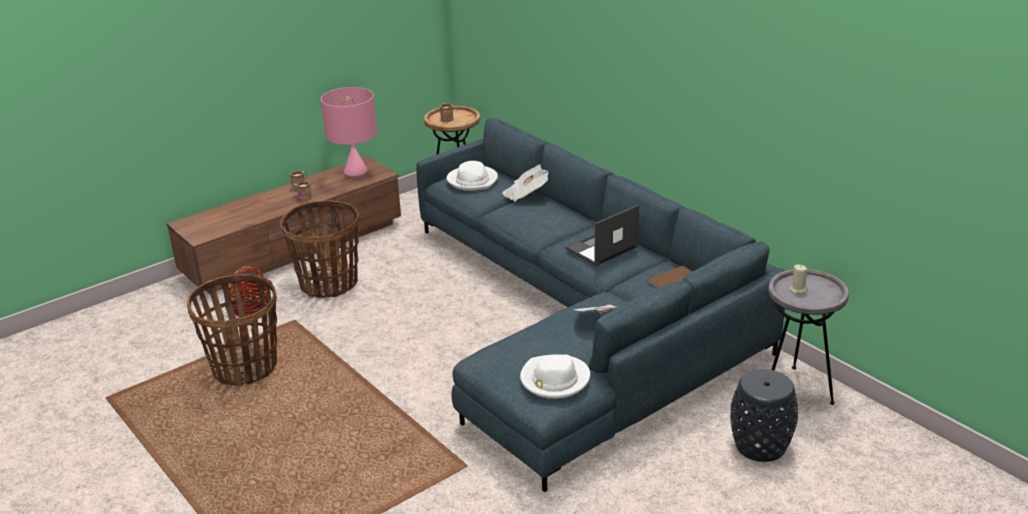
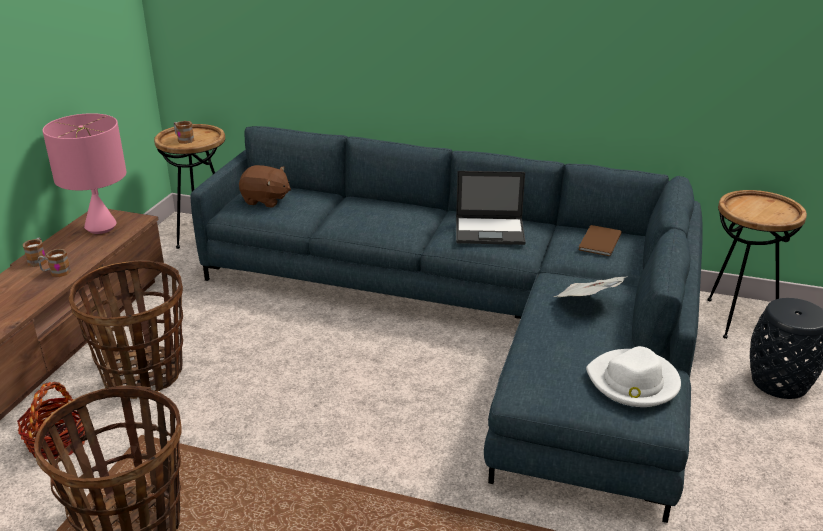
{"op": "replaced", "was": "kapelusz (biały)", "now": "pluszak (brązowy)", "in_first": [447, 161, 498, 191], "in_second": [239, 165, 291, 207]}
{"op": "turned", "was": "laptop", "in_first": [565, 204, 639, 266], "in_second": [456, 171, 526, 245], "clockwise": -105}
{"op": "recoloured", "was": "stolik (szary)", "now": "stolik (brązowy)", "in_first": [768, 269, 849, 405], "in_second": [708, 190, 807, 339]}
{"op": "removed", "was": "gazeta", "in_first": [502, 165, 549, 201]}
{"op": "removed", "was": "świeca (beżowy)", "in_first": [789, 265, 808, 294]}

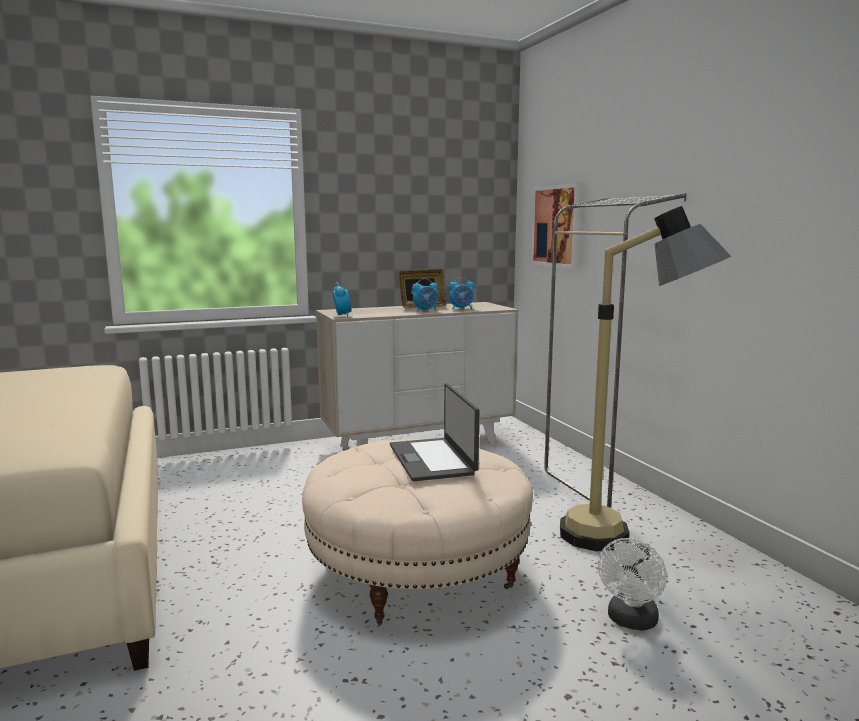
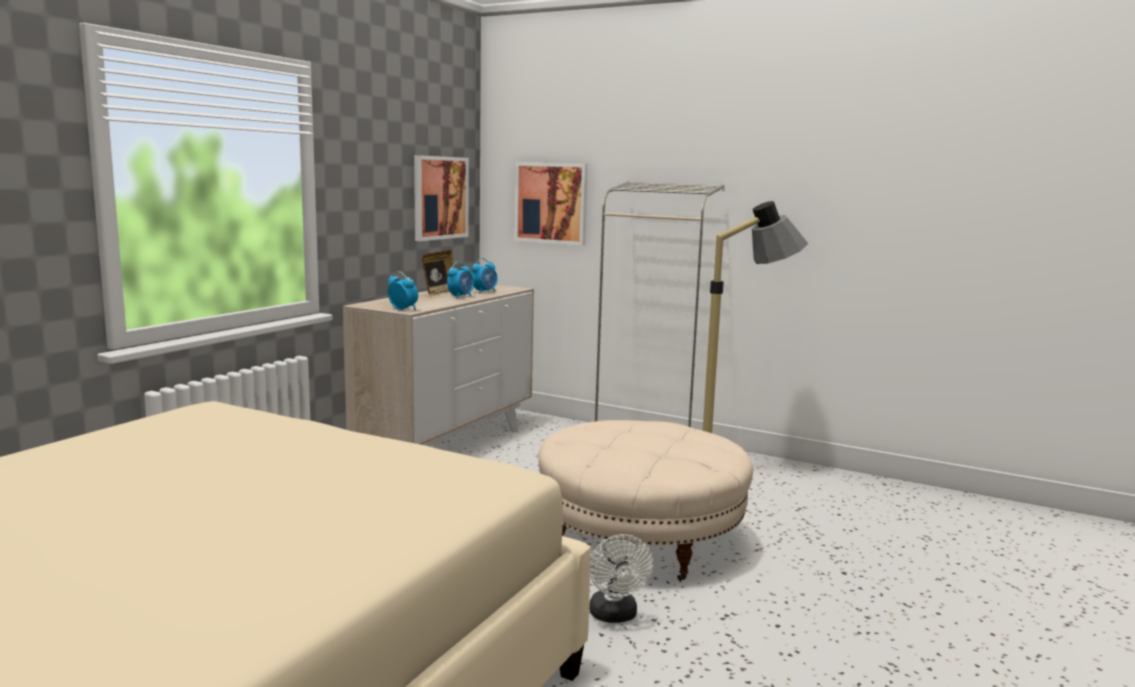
{"op": "added", "now": "obraz", "in_second": [414, 155, 469, 241]}
{"op": "moved", "was": "wentylator (biały)", "in_first": [598, 538, 667, 631], "in_second": [589, 534, 653, 623]}
{"op": "removed", "was": "laptop", "in_first": [390, 384, 479, 481]}

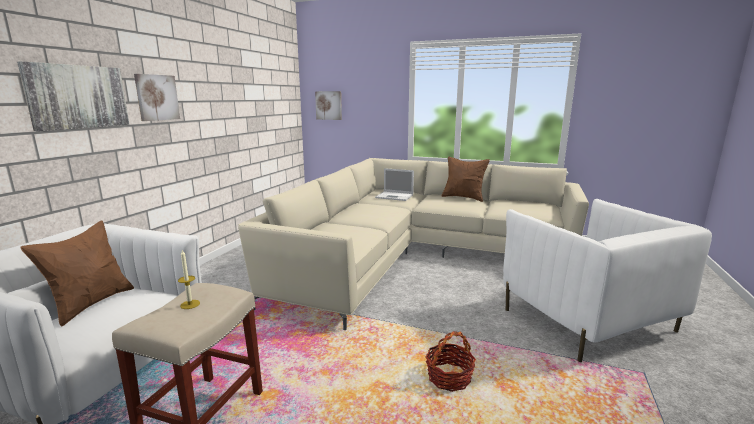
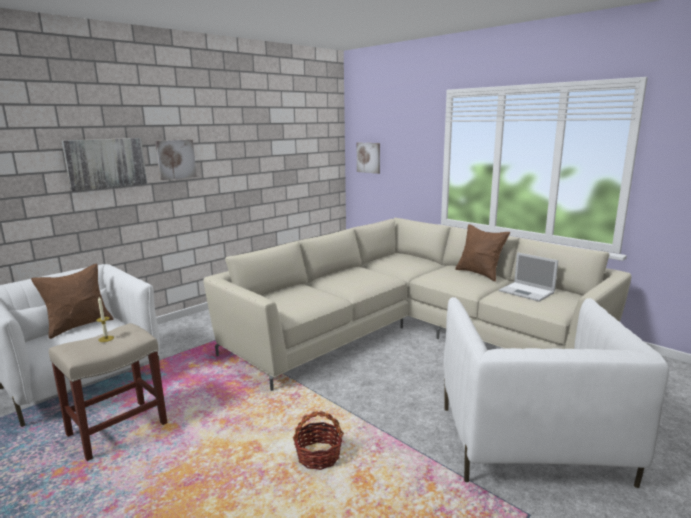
{"op": "moved", "was": "laptop", "in_first": [375, 168, 414, 201], "in_second": [499, 252, 558, 302]}

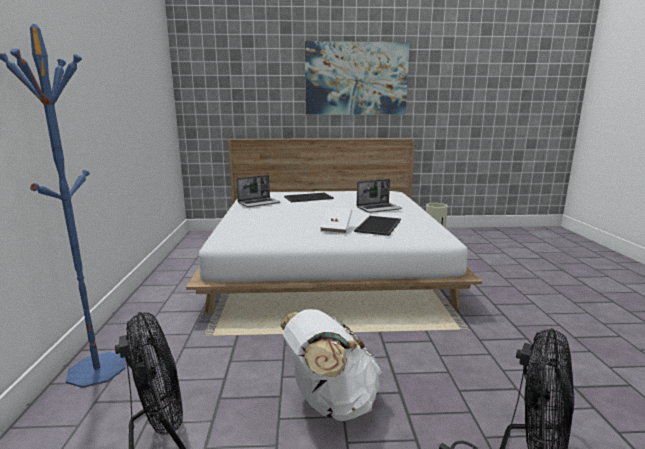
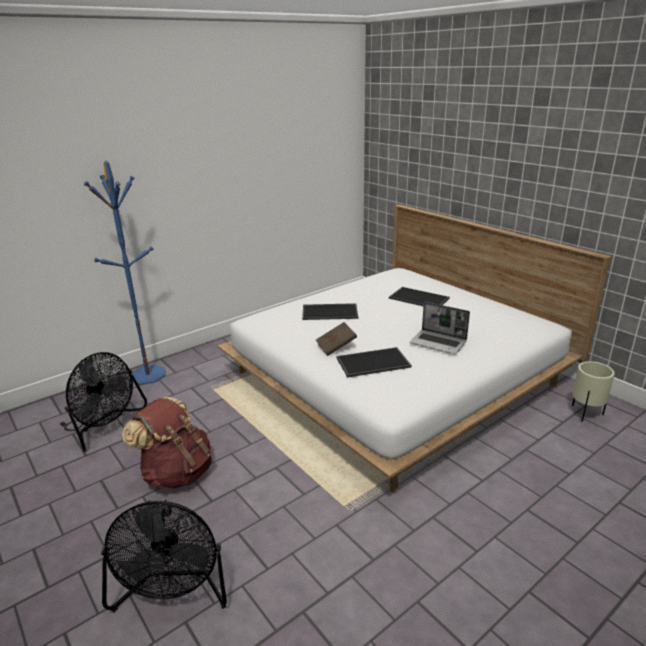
{"op": "recoloured", "was": "plecak (biały)", "now": "plecak (brązowy)", "in_first": [280, 309, 382, 421], "in_second": [122, 397, 212, 489]}
{"op": "added", "now": "taca", "in_second": [302, 303, 358, 320]}
{"op": "recoloured", "was": "książka (biały)", "now": "książka (brązowy)", "in_first": [320, 207, 352, 234], "in_second": [316, 322, 357, 356]}
{"op": "removed", "was": "laptop", "in_first": [236, 175, 281, 207]}
{"op": "removed", "was": "obraz", "in_first": [305, 41, 410, 115]}

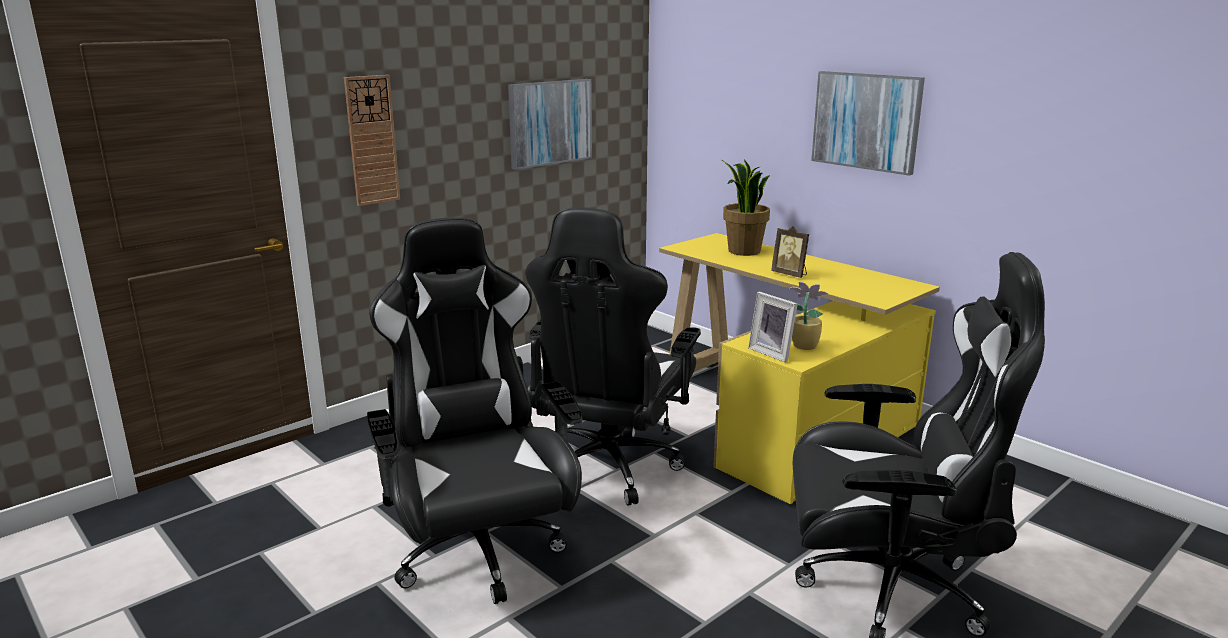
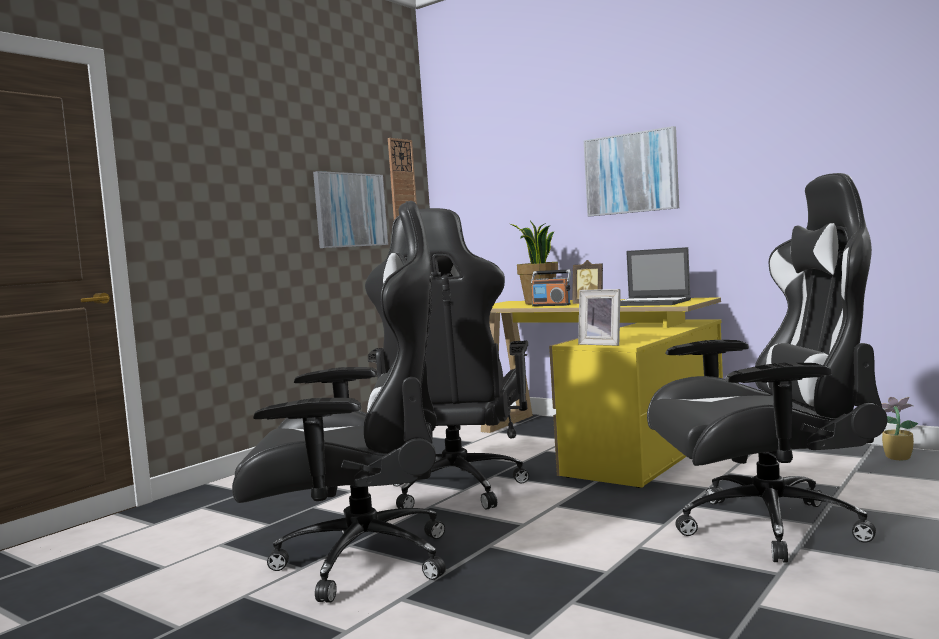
{"op": "turned", "was": "krzesło biurowe (czarny)", "in_first": [367, 217, 583, 604], "in_second": [232, 201, 446, 602], "clockwise": 120}
{"op": "moved", "was": "zegar ścienny", "in_first": [344, 75, 400, 206], "in_second": [388, 138, 417, 220]}
{"op": "added", "now": "radio", "in_second": [531, 270, 571, 306]}
{"op": "added", "now": "laptop", "in_second": [620, 247, 691, 306]}
{"op": "moved", "was": "roślina doniczkowa", "in_first": [789, 282, 828, 350], "in_second": [881, 397, 918, 460]}

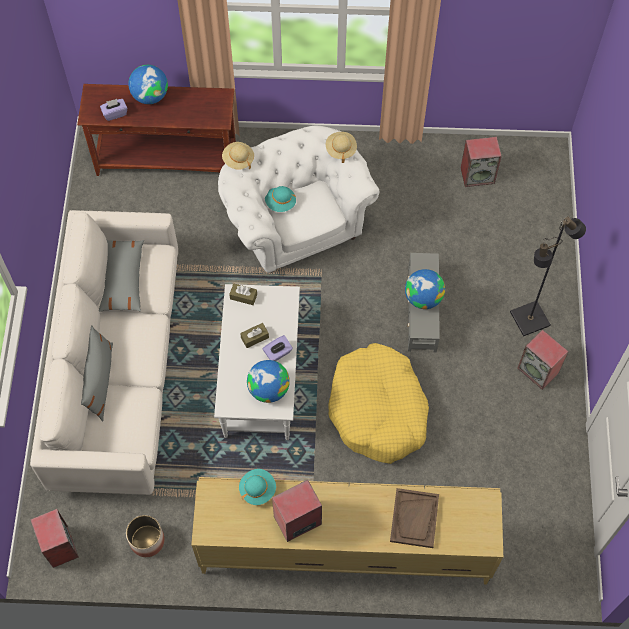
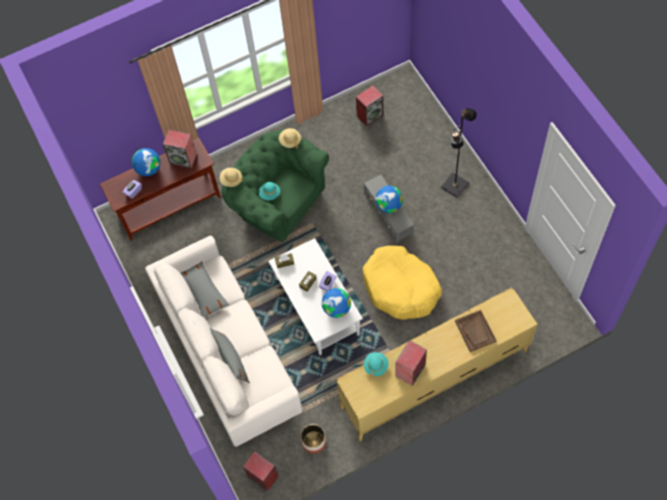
{"op": "moved", "was": "głośnik", "in_first": [517, 330, 569, 390], "in_second": [163, 130, 197, 169]}
{"op": "recoloured", "was": "fotel (biały)", "now": "fotel (zielony)", "in_first": [218, 126, 379, 273], "in_second": [221, 130, 329, 242]}

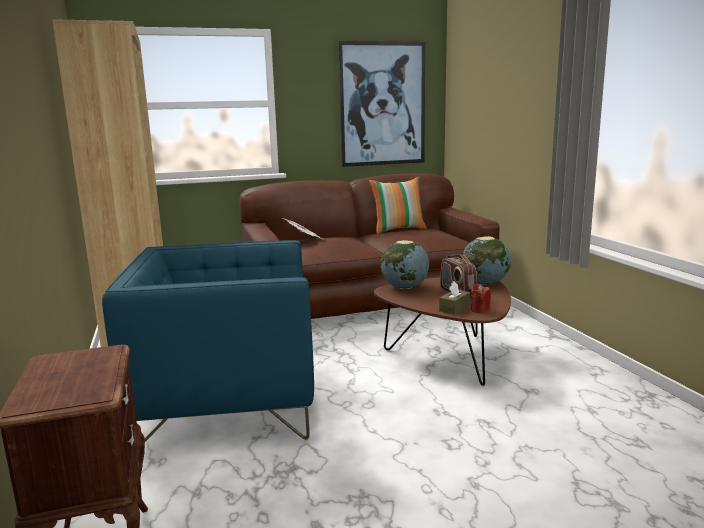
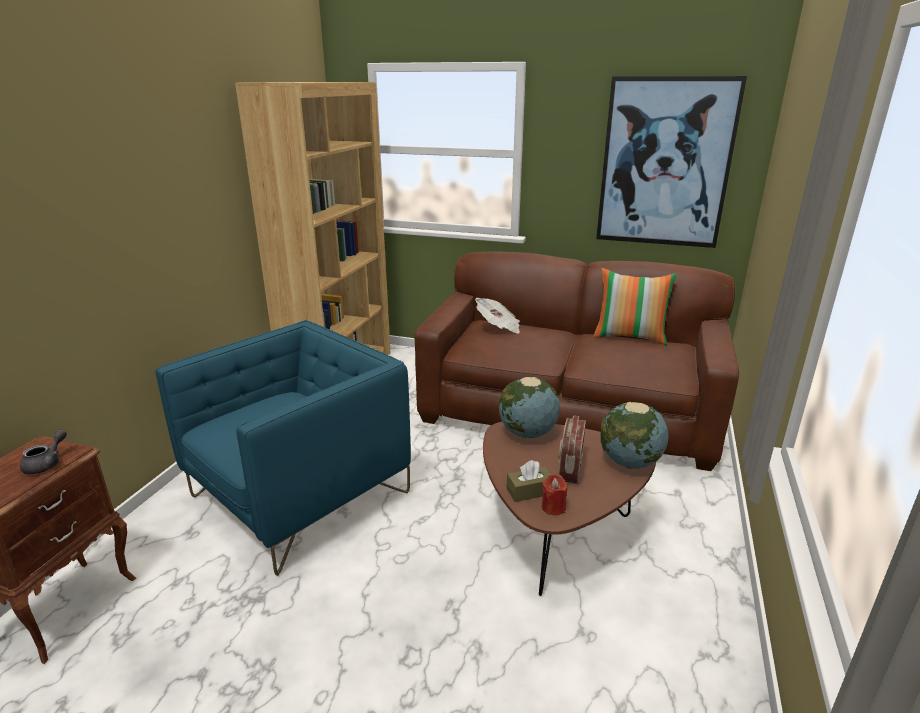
{"op": "added", "now": "imbryk (szary)", "in_second": [20, 429, 67, 474]}
{"op": "turned", "was": "fotel (niebieski)", "in_first": [102, 240, 314, 442], "in_second": [155, 320, 411, 576], "clockwise": 105}

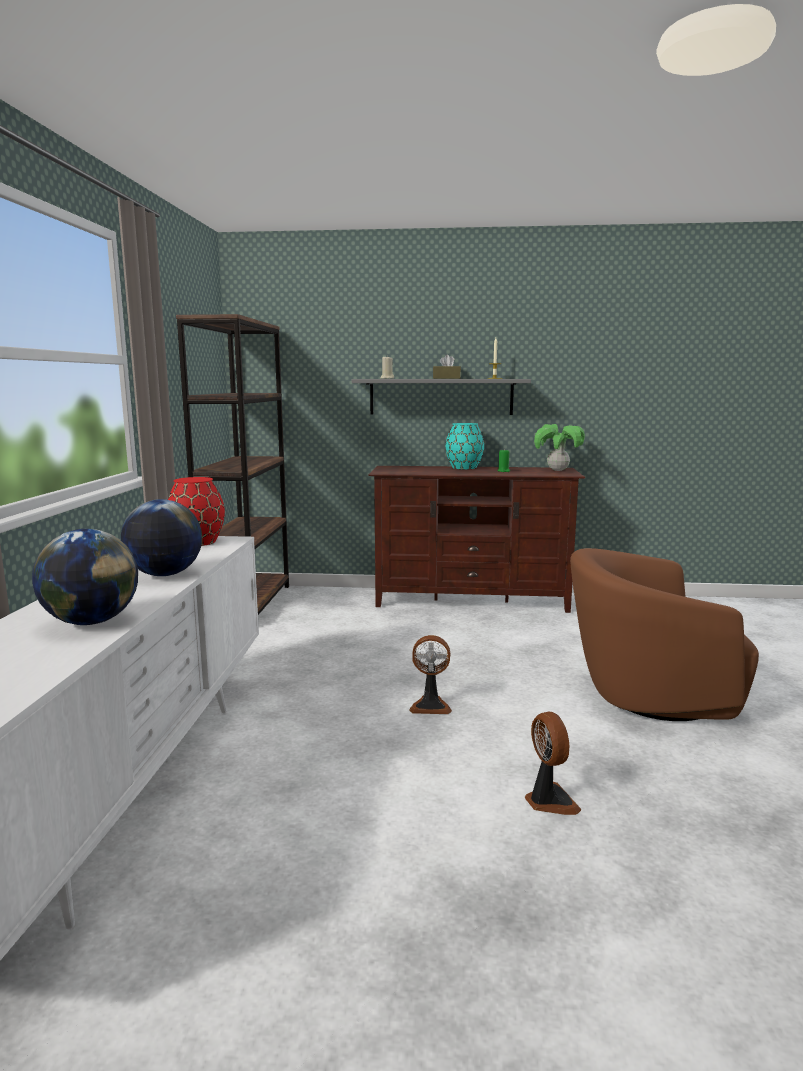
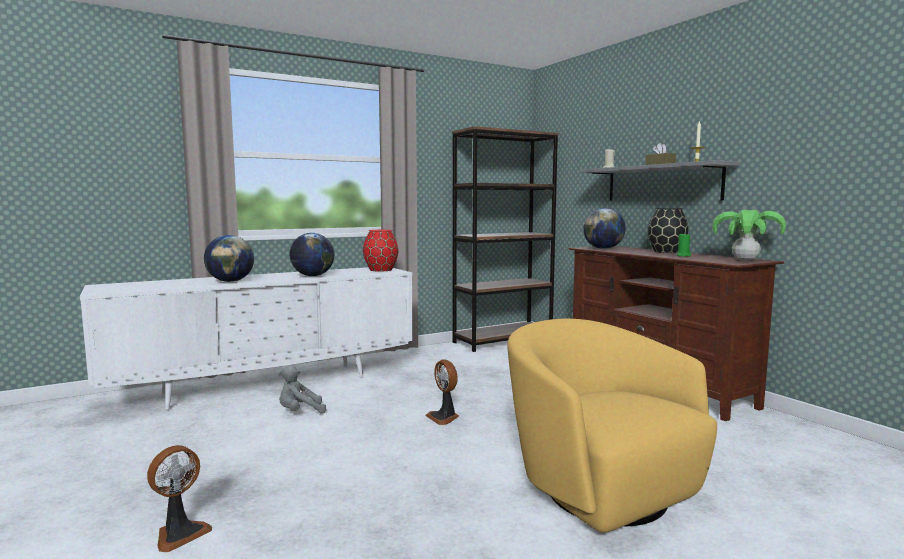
{"op": "moved", "was": "wentylator", "in_first": [525, 712, 581, 815], "in_second": [147, 445, 212, 552]}
{"op": "added", "now": "pluszak (szary)", "in_second": [278, 365, 326, 414]}
{"op": "recoloured", "was": "fotel (brązowy)", "now": "fotel (żółty)", "in_first": [570, 548, 759, 721], "in_second": [507, 319, 717, 533]}
{"op": "added", "now": "globus", "in_second": [583, 208, 626, 249]}
{"op": "recoloured", "was": "wazon (turkusowy)", "now": "wazon (czarny)", "in_first": [445, 423, 484, 469], "in_second": [648, 208, 688, 253]}

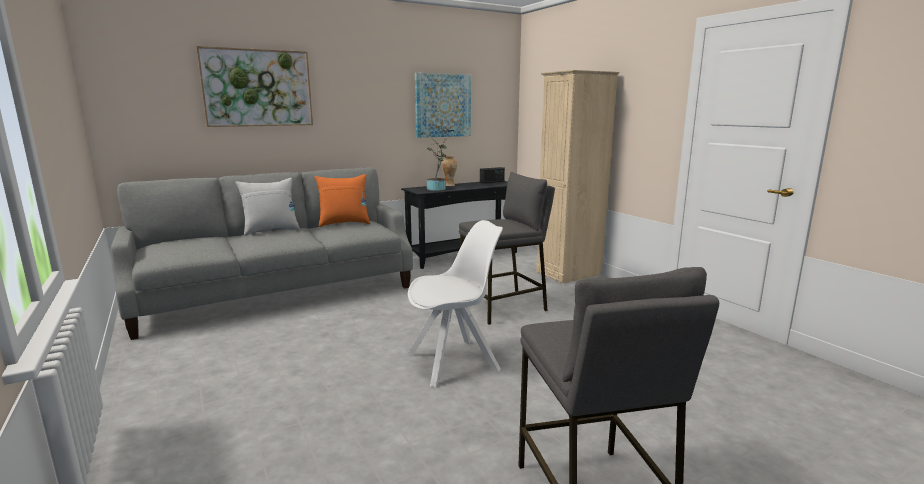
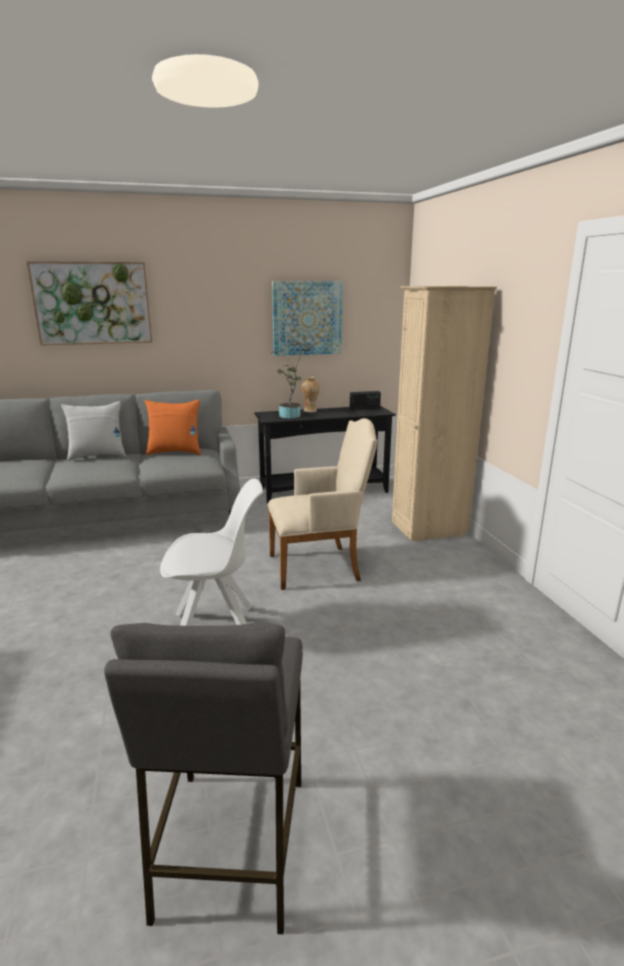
{"op": "replaced", "was": "stołek (szary)", "now": "fotel (beżowy)", "in_first": [459, 172, 555, 325], "in_second": [268, 418, 377, 590]}

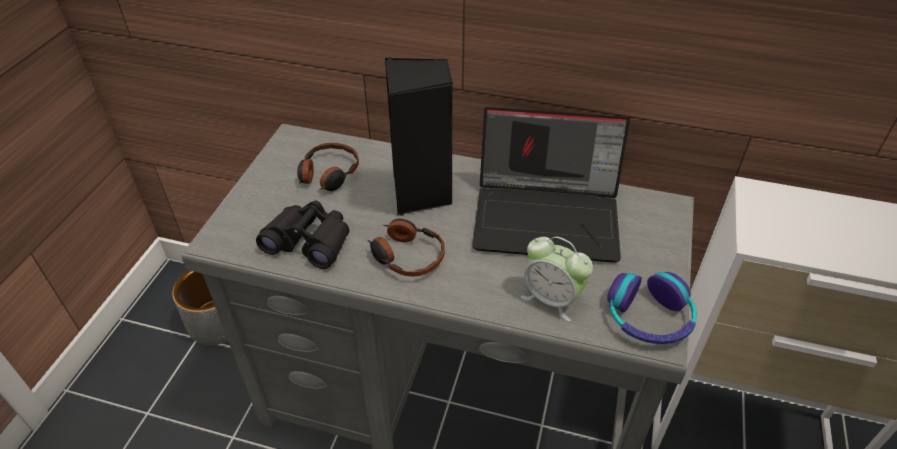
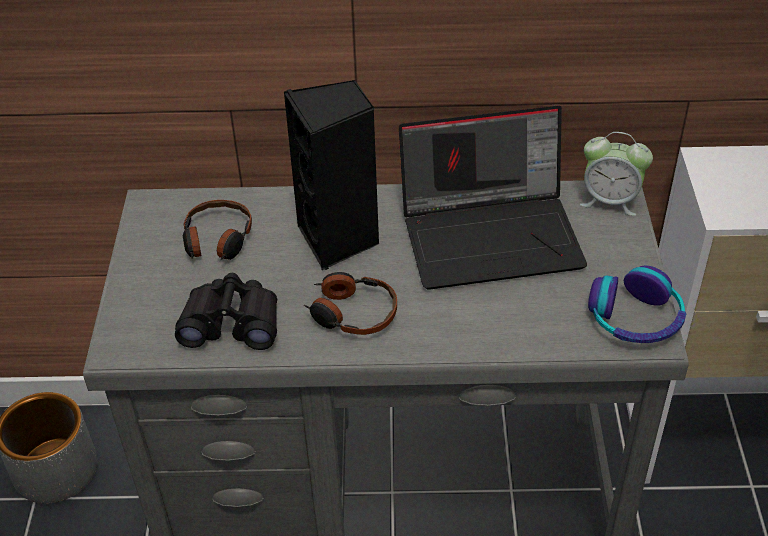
{"op": "moved", "was": "budzik", "in_first": [521, 237, 593, 321], "in_second": [580, 132, 653, 216]}

